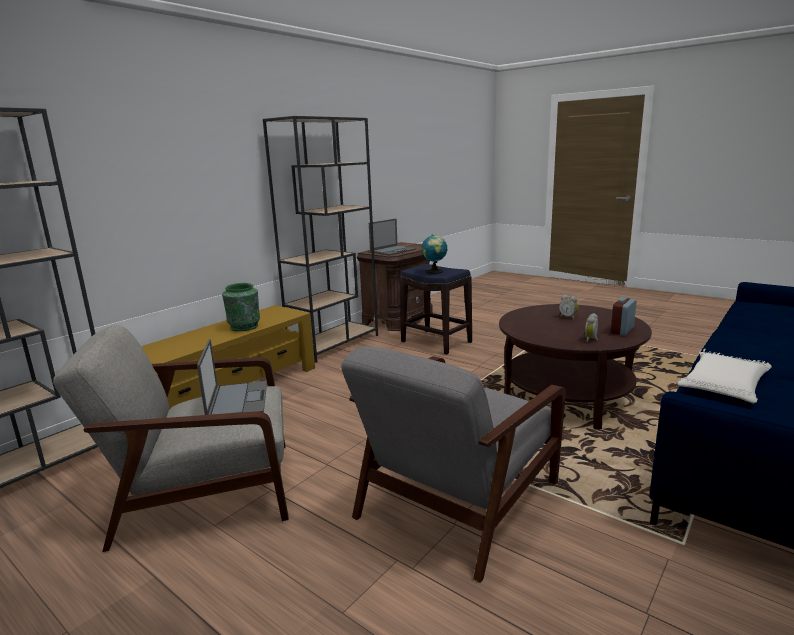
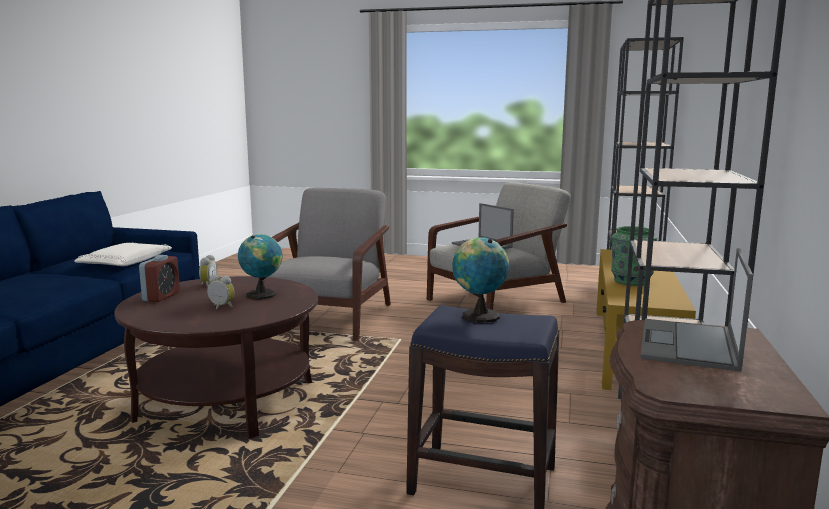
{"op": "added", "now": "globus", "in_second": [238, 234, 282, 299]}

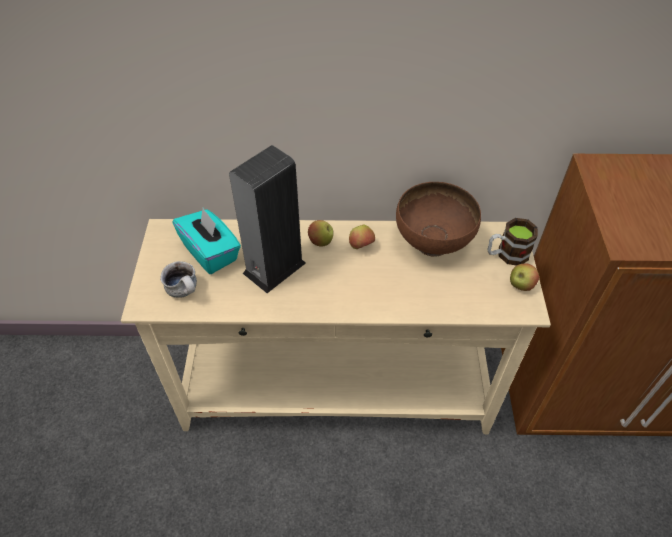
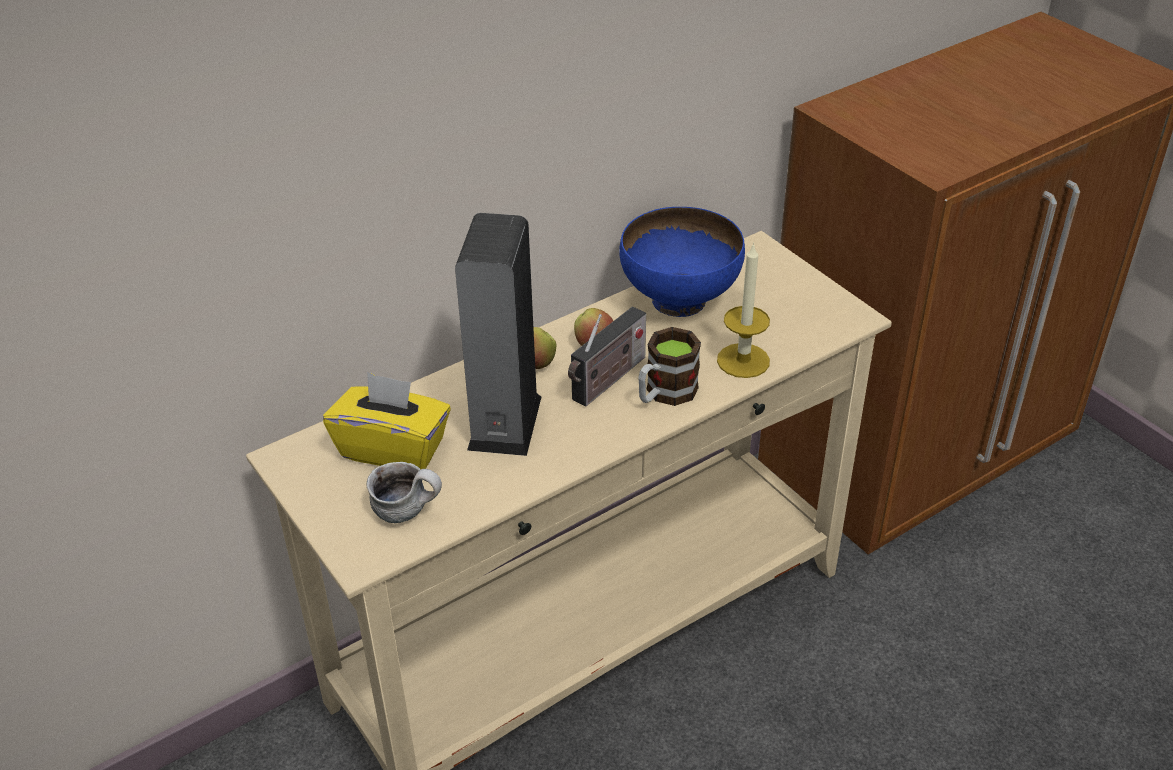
{"op": "recoloured", "was": "pudełko chusteczek (turkusowy)", "now": "pudełko chusteczek (żółty)", "in_first": [172, 208, 241, 274], "in_second": [323, 372, 451, 469]}
{"op": "added", "now": "radio", "in_second": [568, 306, 646, 407]}
{"op": "recoloured", "was": "miska (brązowy)", "now": "miska (niebieski)", "in_first": [396, 182, 481, 257], "in_second": [619, 207, 745, 317]}
{"op": "moved", "was": "kubek", "in_first": [488, 218, 538, 265], "in_second": [638, 327, 701, 406]}
{"op": "added", "now": "świeca", "in_second": [717, 243, 770, 378]}
{"op": "removed", "was": "jabłko", "in_first": [510, 263, 539, 291]}

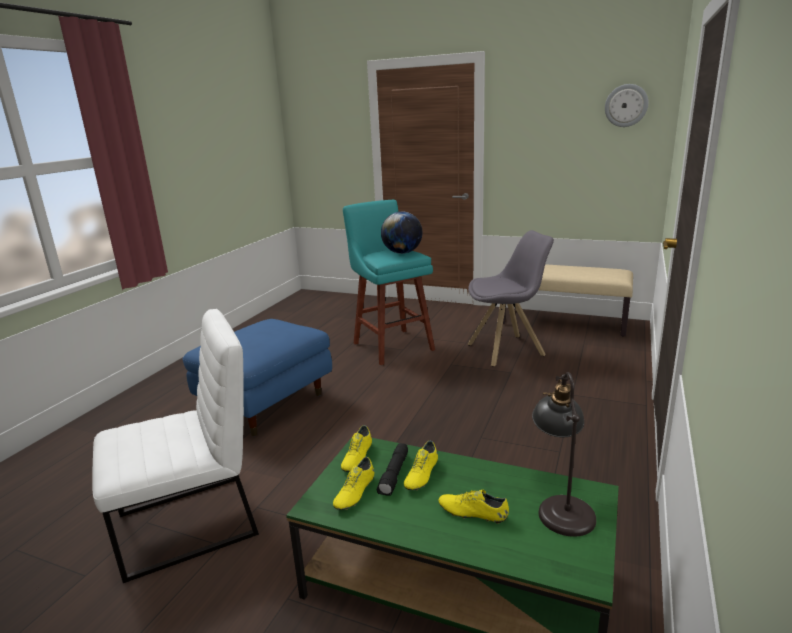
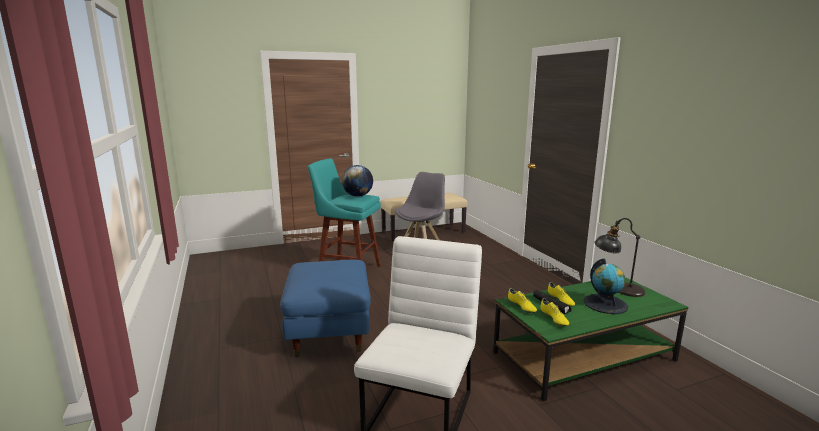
{"op": "replaced", "was": "but (żółty)", "now": "globus", "in_first": [438, 490, 509, 524], "in_second": [583, 259, 628, 314]}
{"op": "removed", "was": "zegar ścienny", "in_first": [605, 84, 649, 127]}

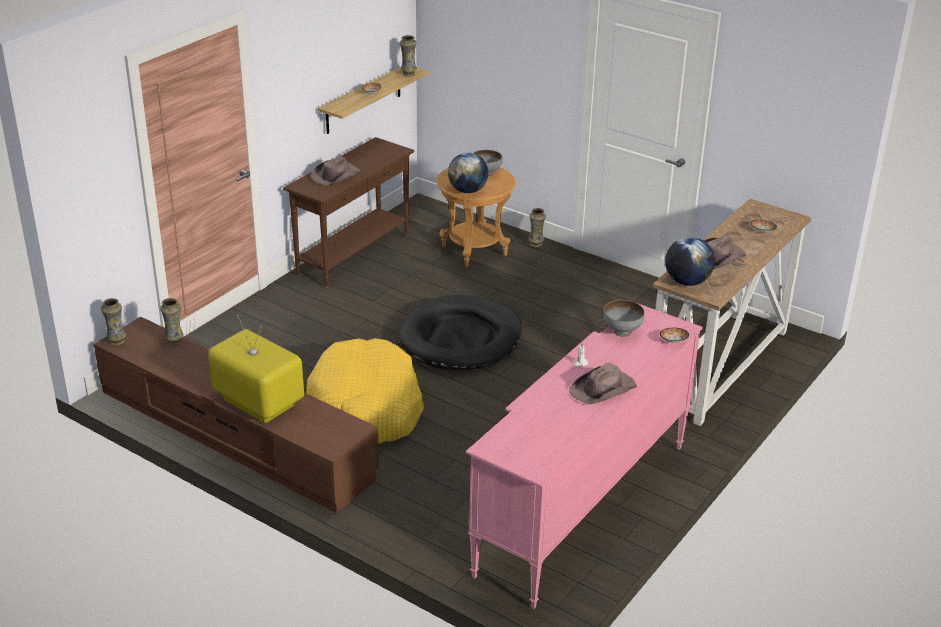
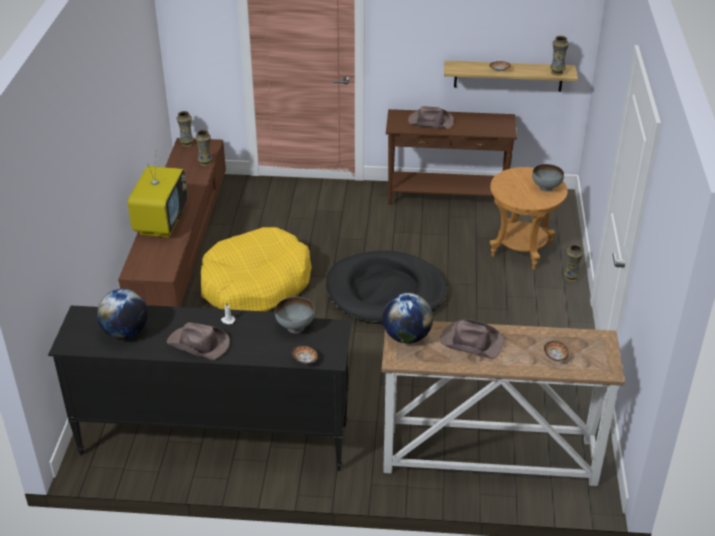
{"op": "recoloured", "was": "szafka (różowy)", "now": "szafka (czarny)", "in_first": [466, 304, 703, 609], "in_second": [48, 305, 352, 471]}
{"op": "moved", "was": "globus", "in_first": [448, 153, 488, 193], "in_second": [97, 289, 148, 339]}

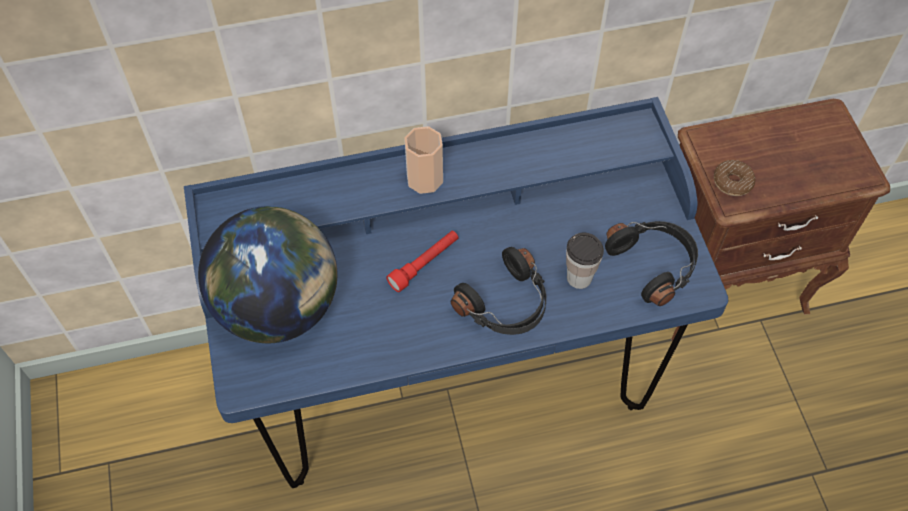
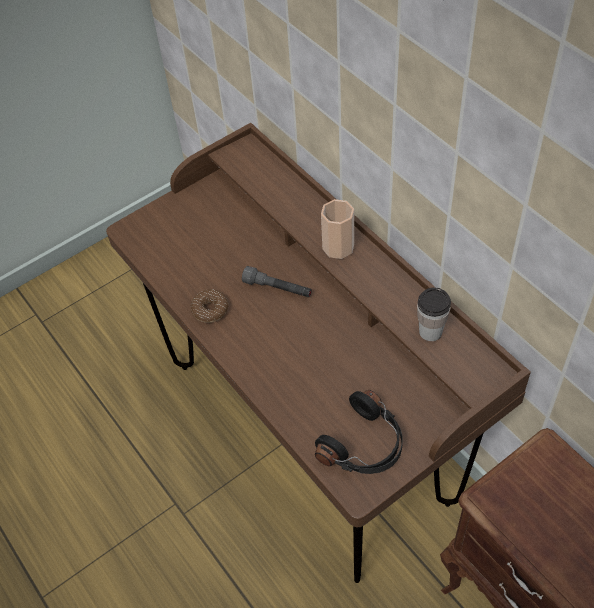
{"op": "recoloured", "was": "biurko (niebieski)", "now": "biurko (brązowy)", "in_first": [184, 97, 728, 488], "in_second": [106, 123, 531, 583]}
{"op": "moved", "was": "donut", "in_first": [714, 160, 755, 196], "in_second": [190, 289, 229, 323]}
{"op": "recoloured", "was": "latarka (czerwony)", "now": "latarka (szary)", "in_first": [386, 231, 458, 292], "in_second": [242, 266, 312, 297]}
{"op": "moved", "was": "filiżanka", "in_first": [566, 233, 604, 289], "in_second": [417, 287, 451, 341]}
{"op": "removed", "was": "globus", "in_first": [198, 206, 337, 343]}
{"op": "removed", "was": "słuchawki (czarny)", "in_first": [451, 247, 546, 335]}

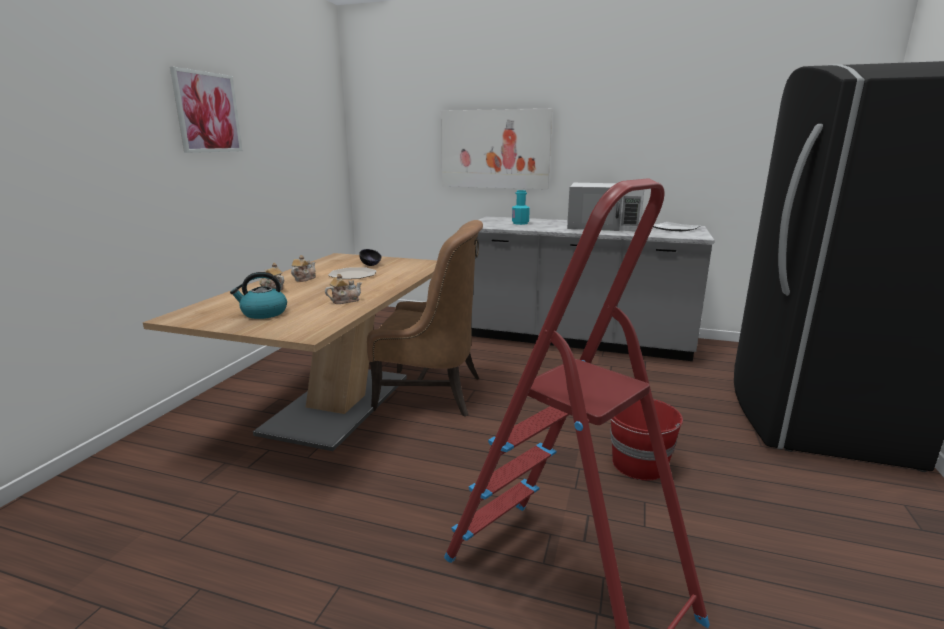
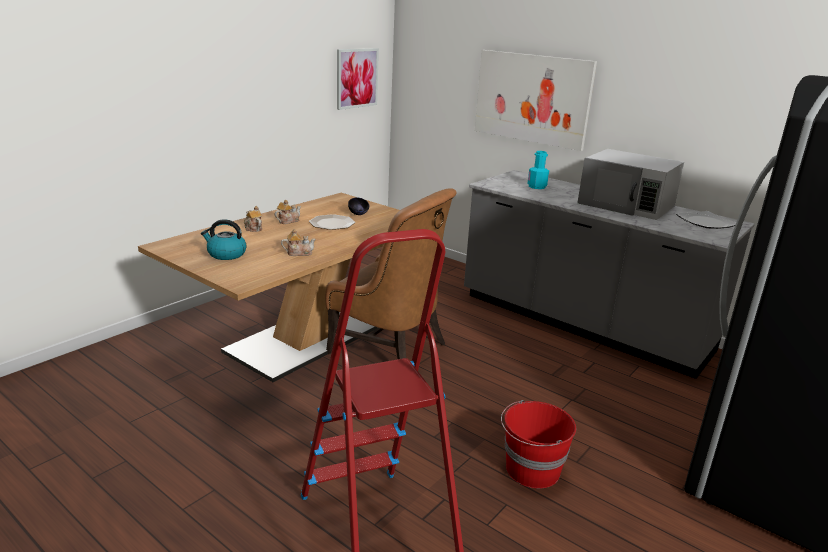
{"op": "moved", "was": "obraz", "in_first": [170, 67, 242, 153], "in_second": [337, 48, 379, 110]}

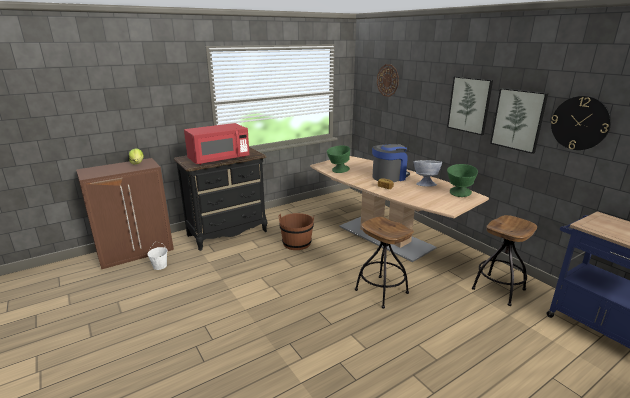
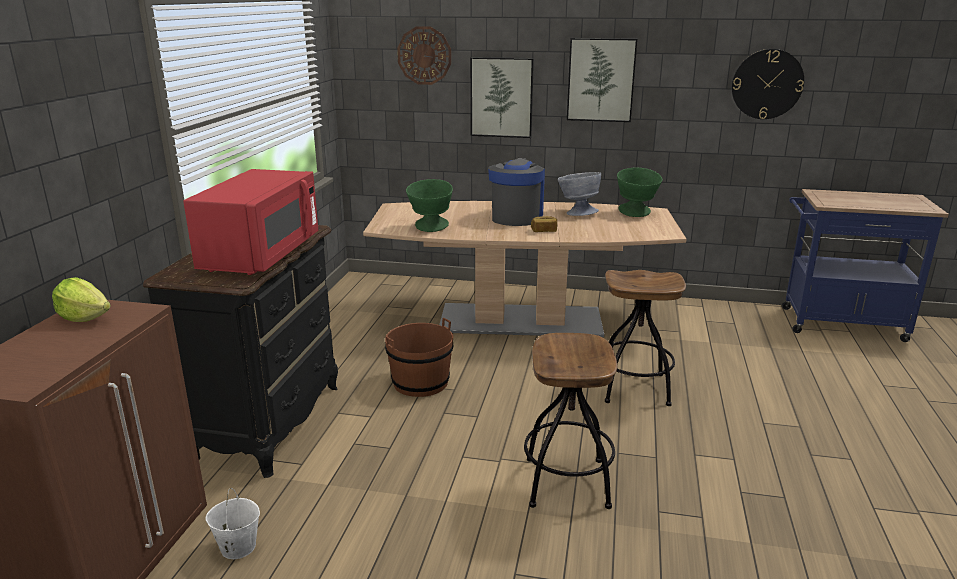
{"op": "moved", "was": "obraz", "in_first": [490, 88, 548, 154], "in_second": [470, 57, 534, 138]}
{"op": "moved", "was": "stołek (brązowy)", "in_first": [472, 215, 537, 306], "in_second": [524, 333, 617, 509]}

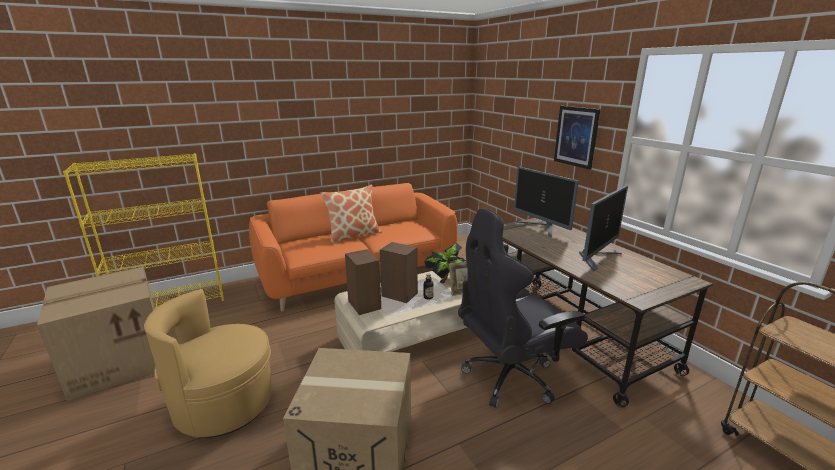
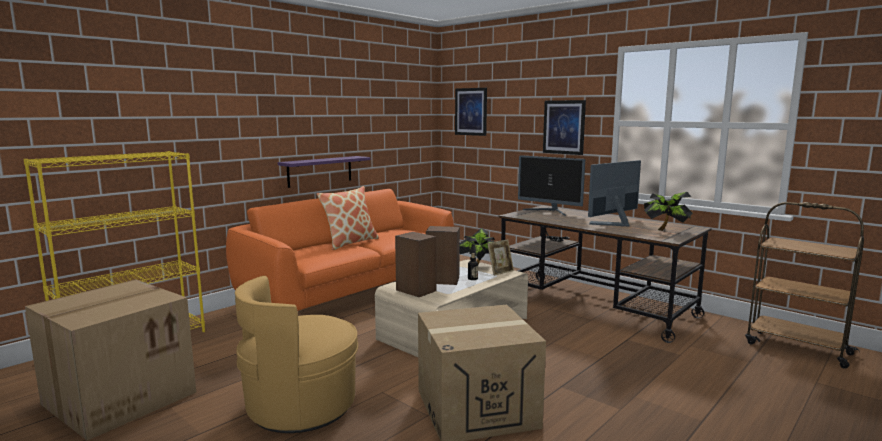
{"op": "added", "now": "półka (fioletowy)", "in_second": [278, 156, 370, 188]}
{"op": "added", "now": "obraz", "in_second": [455, 88, 487, 136]}
{"op": "turned", "was": "monitor", "in_first": [579, 185, 628, 271], "in_second": [588, 160, 641, 227], "clockwise": -150}
{"op": "added", "now": "roślina doniczkowa", "in_second": [644, 192, 693, 231]}
{"op": "removed", "was": "krzesło biurowe (czarny)", "in_first": [458, 208, 588, 408]}

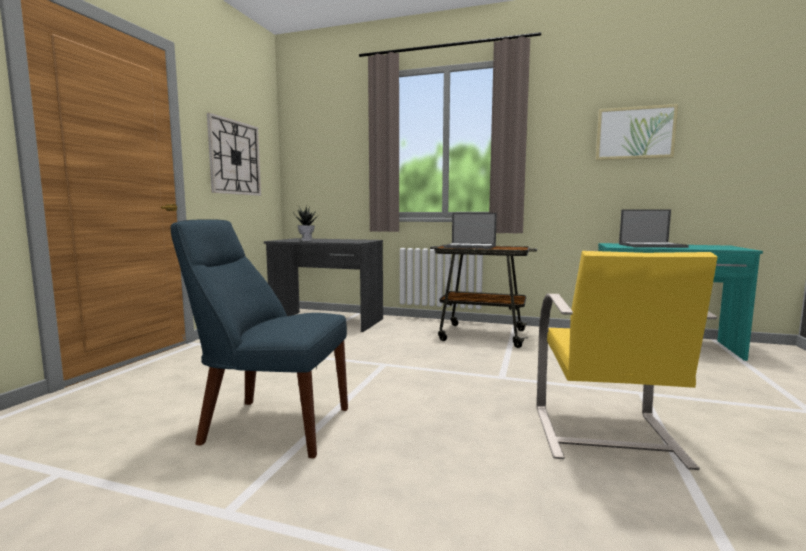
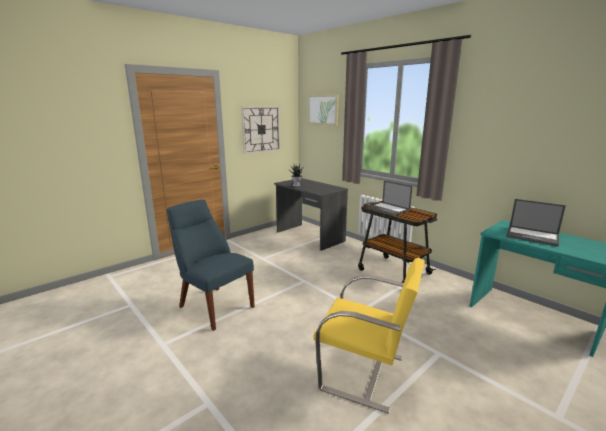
{"op": "moved", "was": "obraz", "in_first": [595, 104, 678, 160], "in_second": [308, 95, 339, 126]}
{"op": "turned", "was": "krzesło (żółty)", "in_first": [537, 251, 718, 470], "in_second": [313, 258, 425, 414], "clockwise": -105}

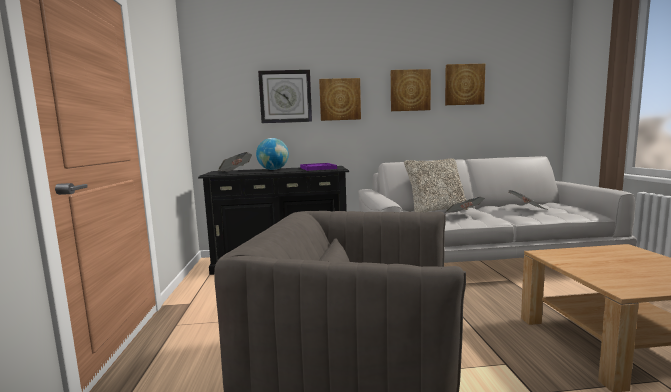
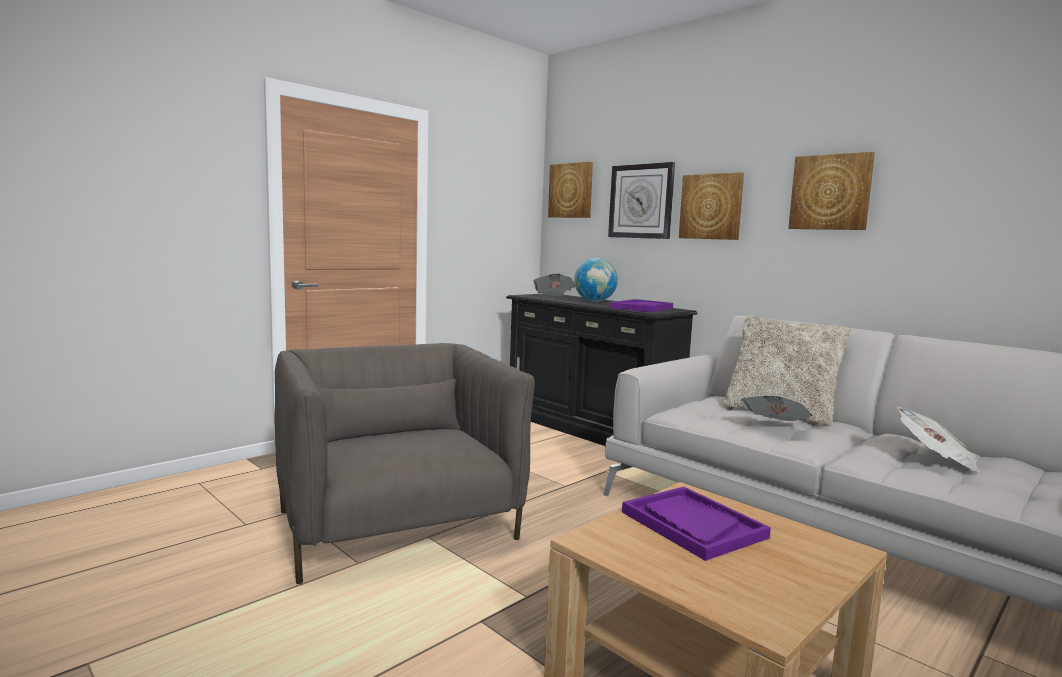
{"op": "moved", "was": "obraz", "in_first": [445, 64, 485, 105], "in_second": [548, 162, 593, 218]}
{"op": "added", "now": "taca (fioletowy)", "in_second": [622, 487, 771, 561]}

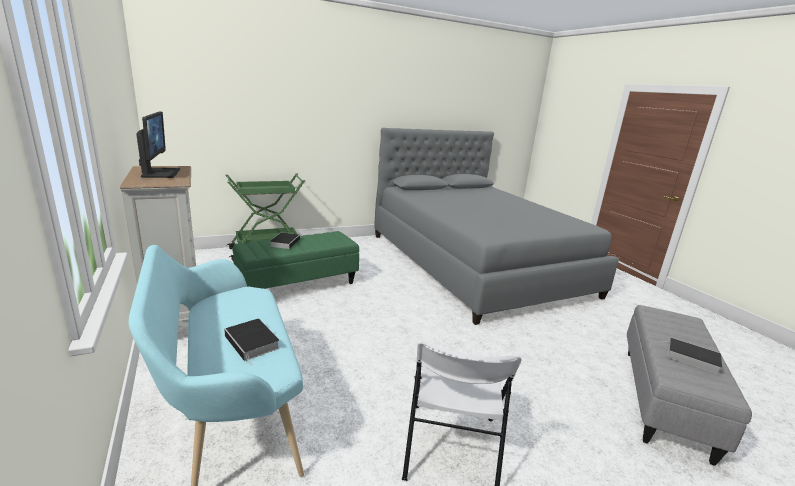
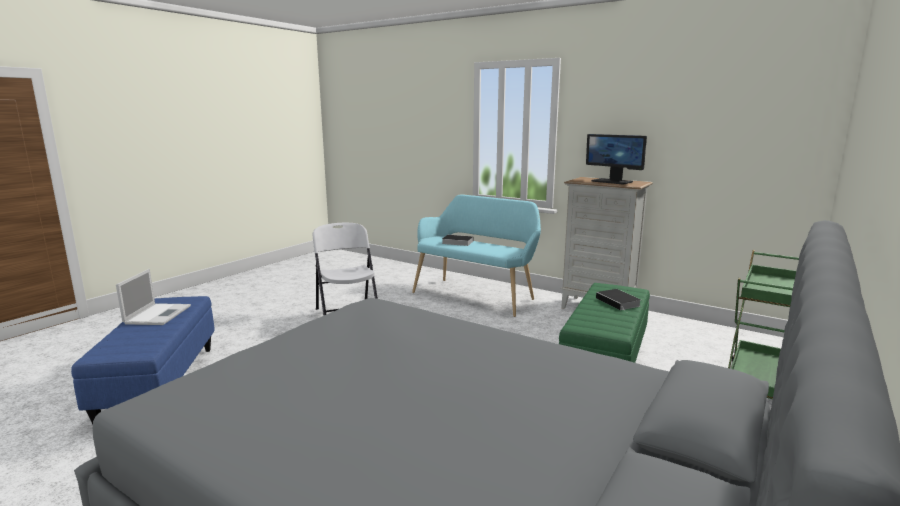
{"op": "recoloured", "was": "pufa (szary)", "now": "pufa (niebieski)", "in_first": [627, 305, 752, 466], "in_second": [71, 296, 214, 424]}
{"op": "replaced", "was": "książka", "now": "laptop", "in_first": [659, 338, 722, 375], "in_second": [116, 269, 191, 325]}

